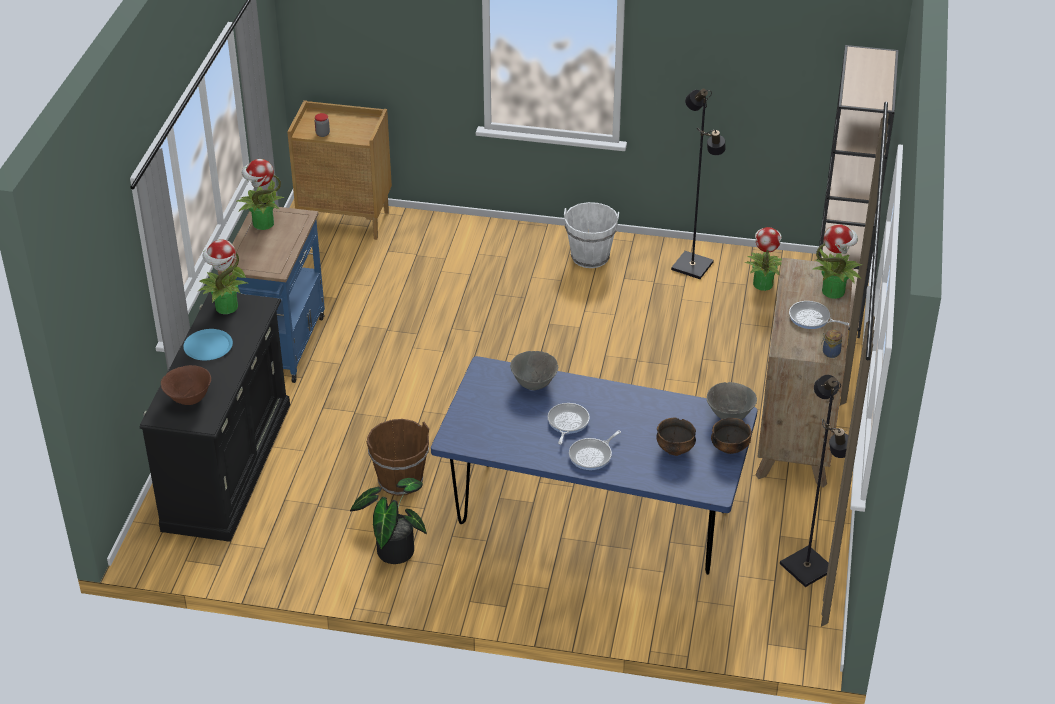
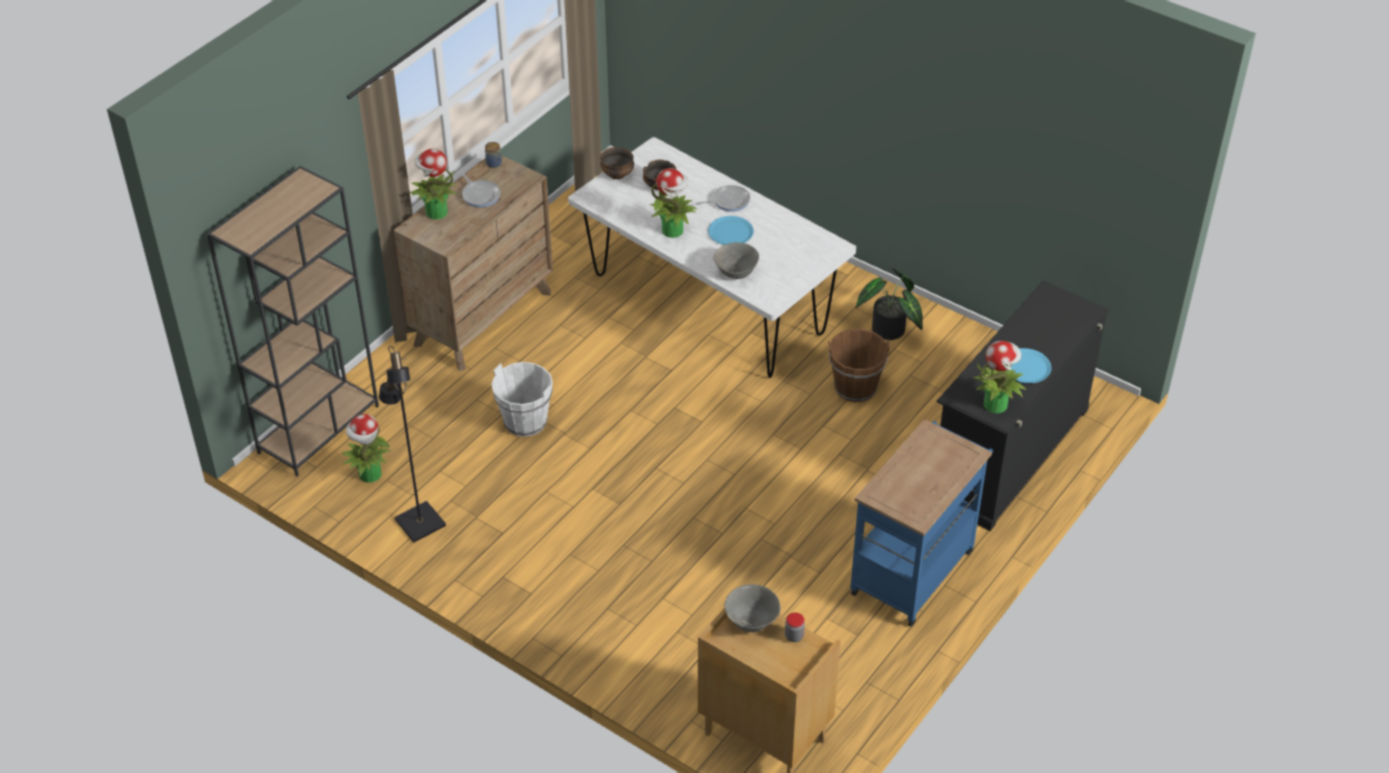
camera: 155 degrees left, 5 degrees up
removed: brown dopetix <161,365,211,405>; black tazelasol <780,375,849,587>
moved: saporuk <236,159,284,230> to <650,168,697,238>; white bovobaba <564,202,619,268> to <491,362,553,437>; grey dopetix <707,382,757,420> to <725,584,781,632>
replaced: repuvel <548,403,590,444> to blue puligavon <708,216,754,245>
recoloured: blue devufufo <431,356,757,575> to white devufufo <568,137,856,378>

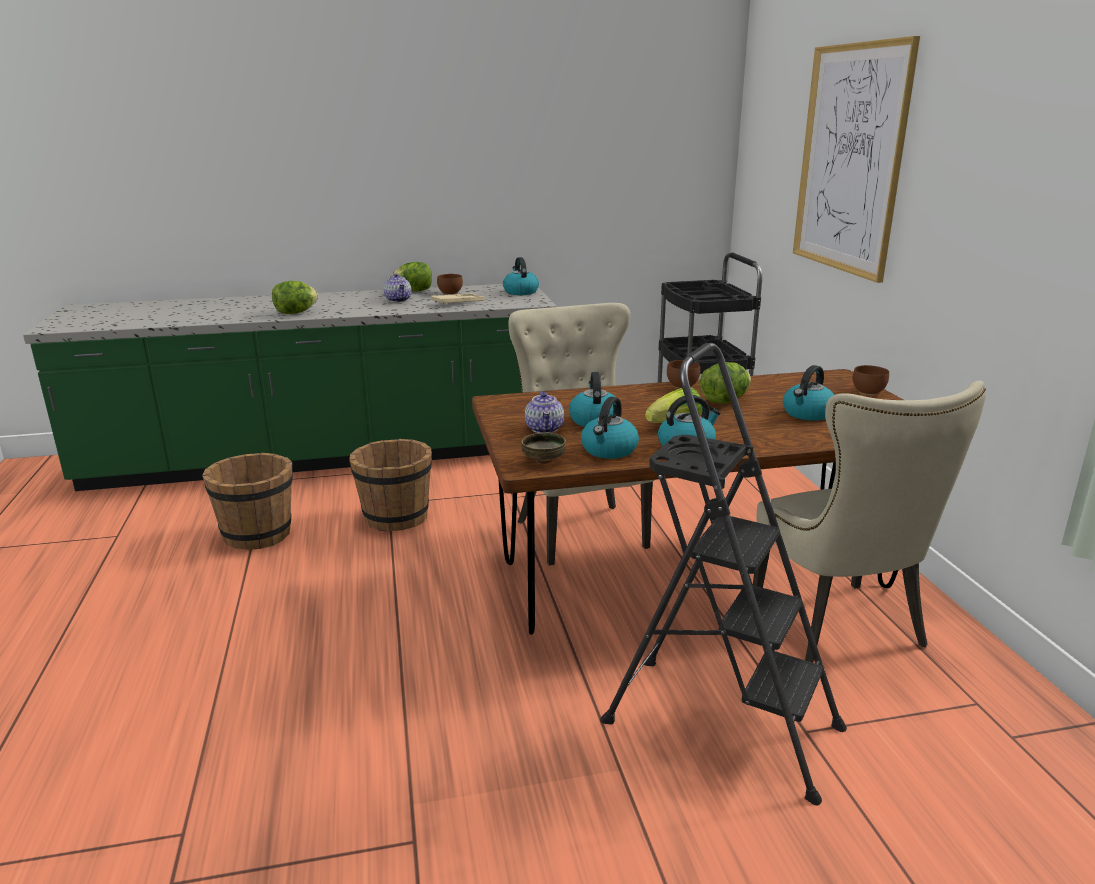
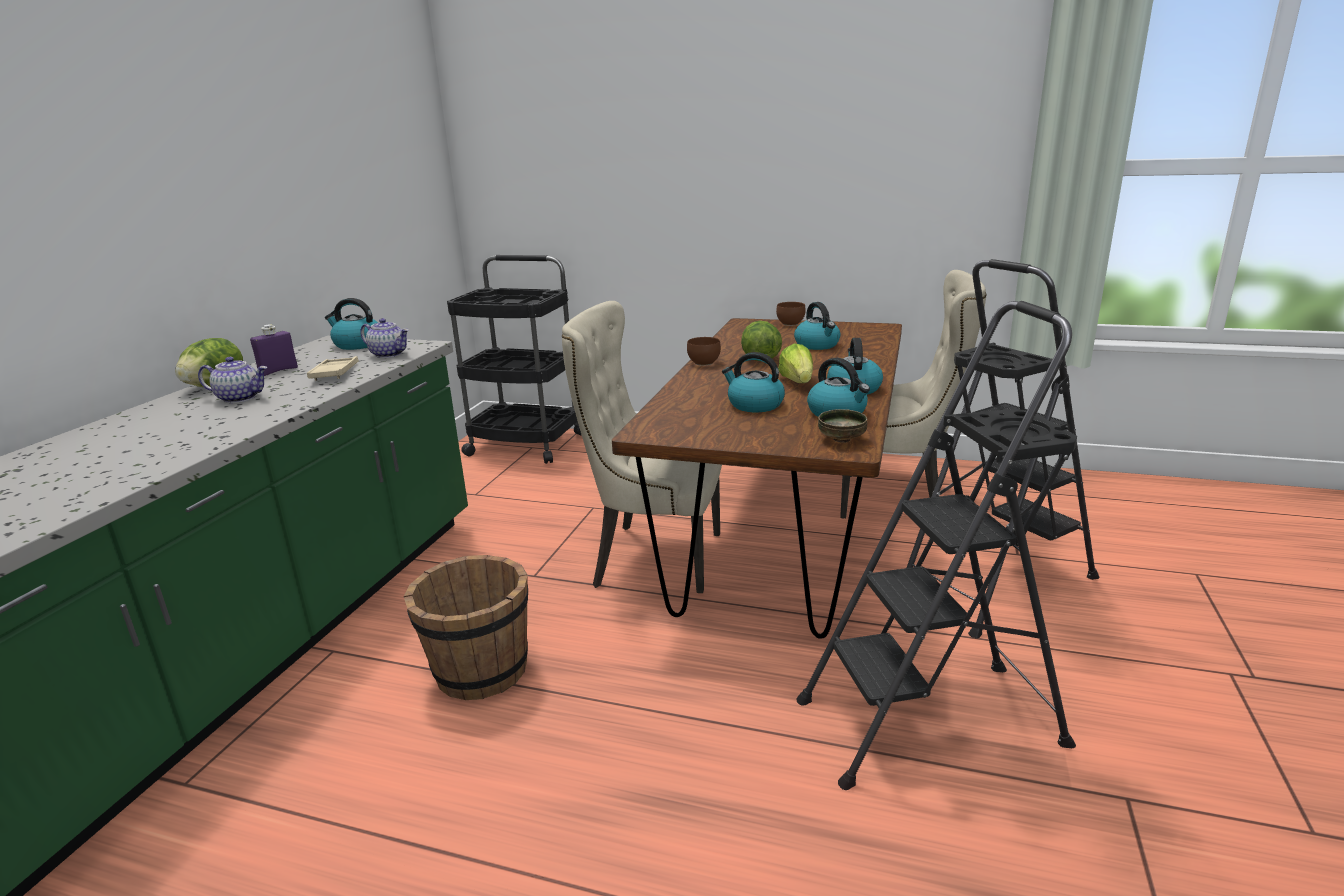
camera: 60 degrees left, 0 degrees up
removed: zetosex <793,36,920,283>; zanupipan <272,281,318,314>; brown bovobaba <202,453,293,550>
added: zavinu <796,301,1077,790>
moved: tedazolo <525,391,564,433> to <360,318,409,358>
replaced: brown dopetix <437,274,463,295> to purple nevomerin <250,324,298,376>

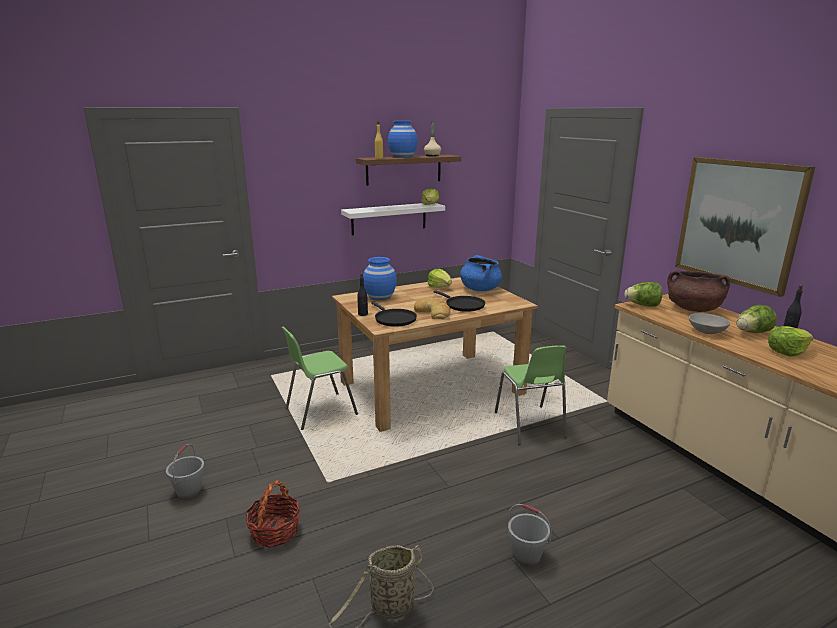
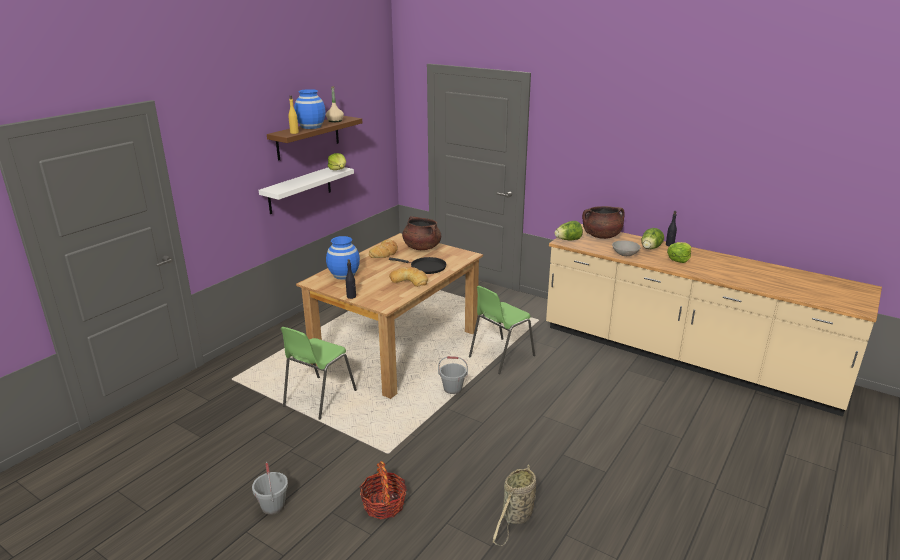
camera: 30 degrees left, 5 degrees up
removed: zetosex <675,157,815,297>; black repuvel <371,302,417,327>
moved: grey bovobaba <508,504,552,566> to <438,356,468,394>
replaced: zanupipan <428,269,452,288> to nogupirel <369,239,398,258>
recoloured: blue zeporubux <460,255,502,291> to brown zeporubux <402,216,441,250>
turned: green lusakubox <495,345,567,445> = <469,286,535,374> 90 degrees clockwise

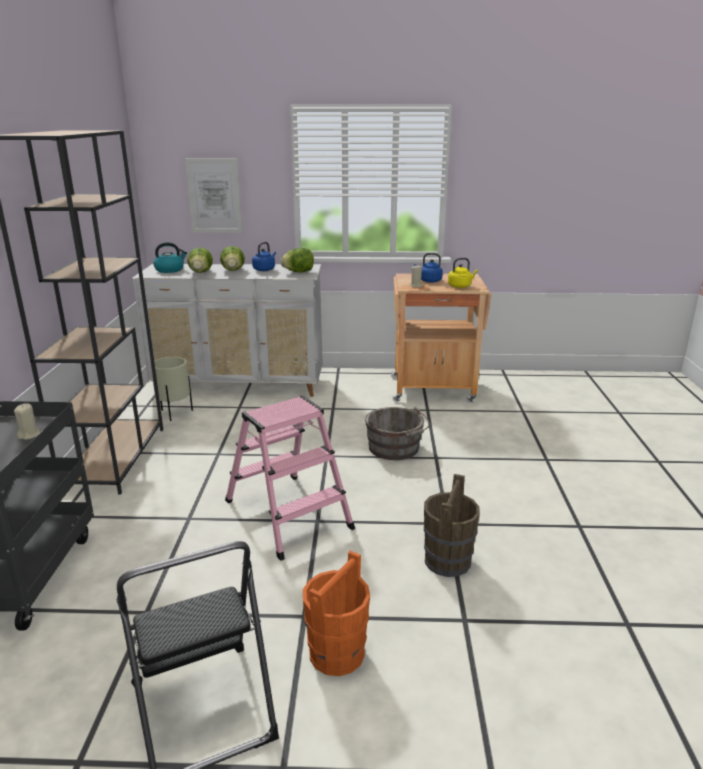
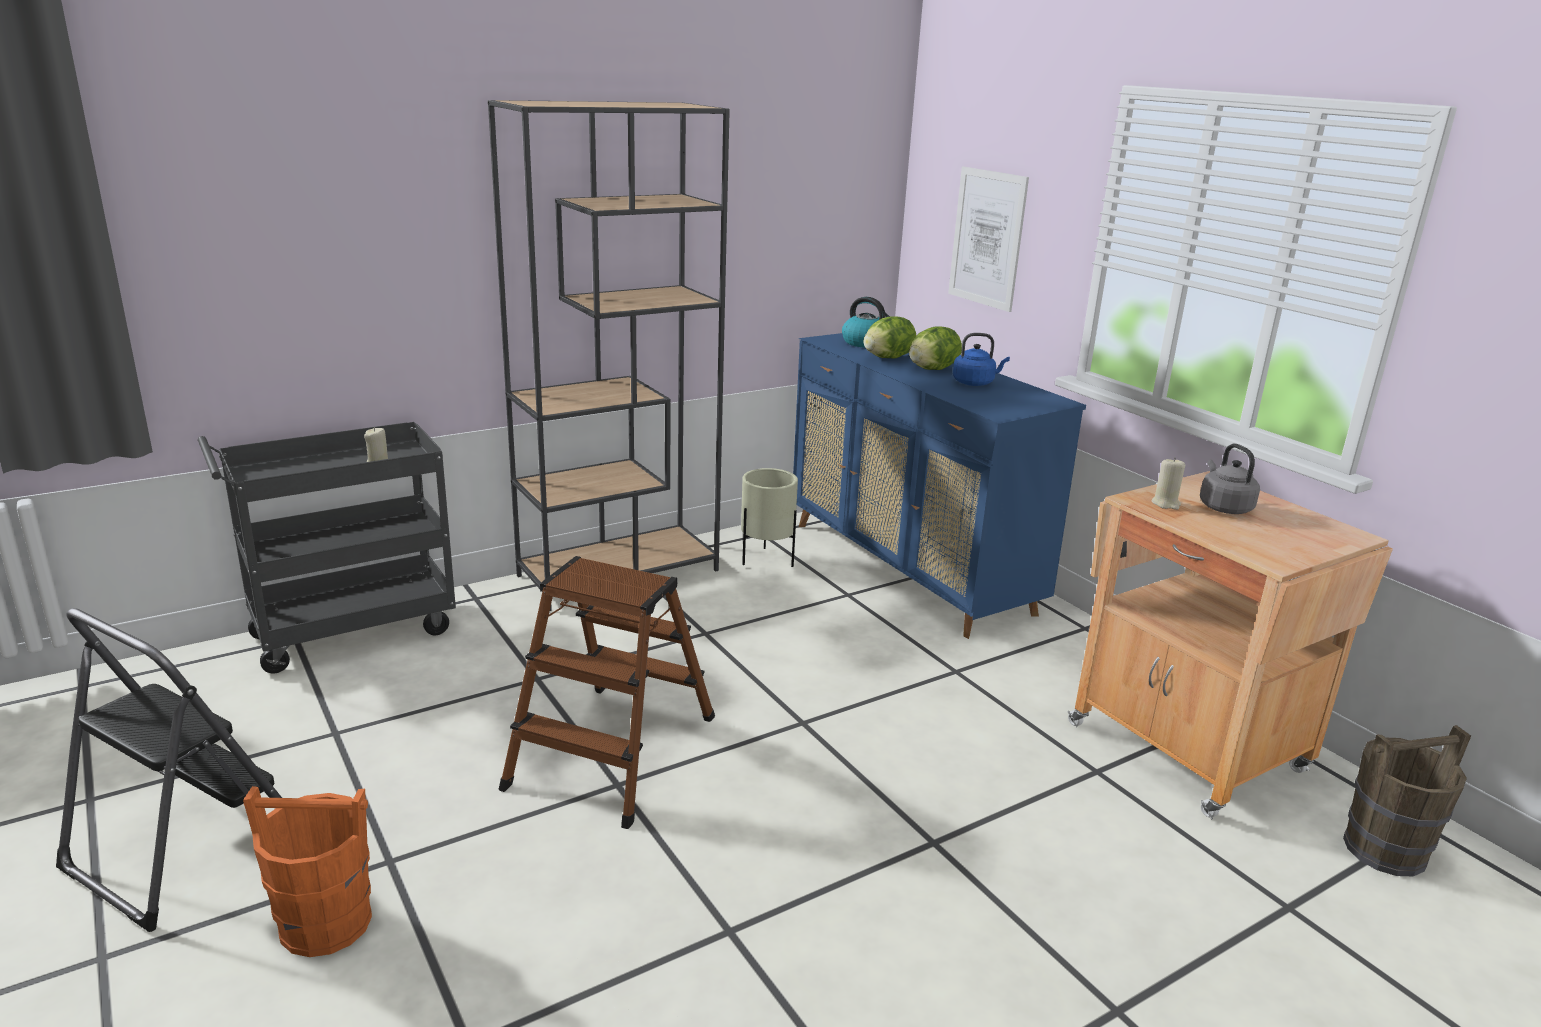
camera: 55 degrees right, 0 degrees up
removed: zanupipan <280,248,314,272>; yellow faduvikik <448,258,478,288>; grey bovobaba <365,407,430,460>
moved: brown bovobaba <424,474,480,577> to <1343,725,1471,876>
recoloured: blue faduvikik <414,253,443,283> to grey faduvikik <1200,444,1260,514>; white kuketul <132,264,323,397> to blue kuketul <793,333,1086,639>; pink zavinu <225,395,355,561> to brown zavinu <499,556,715,829>

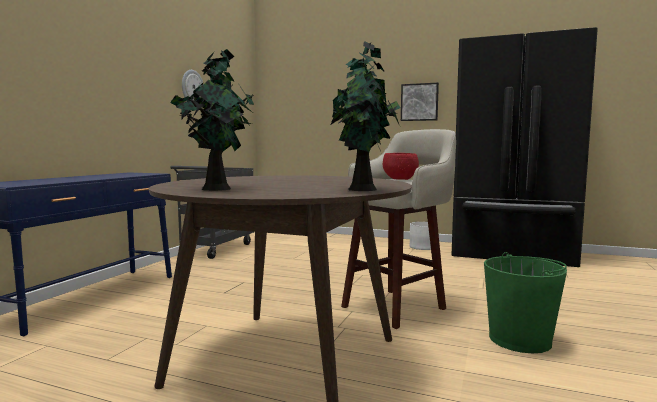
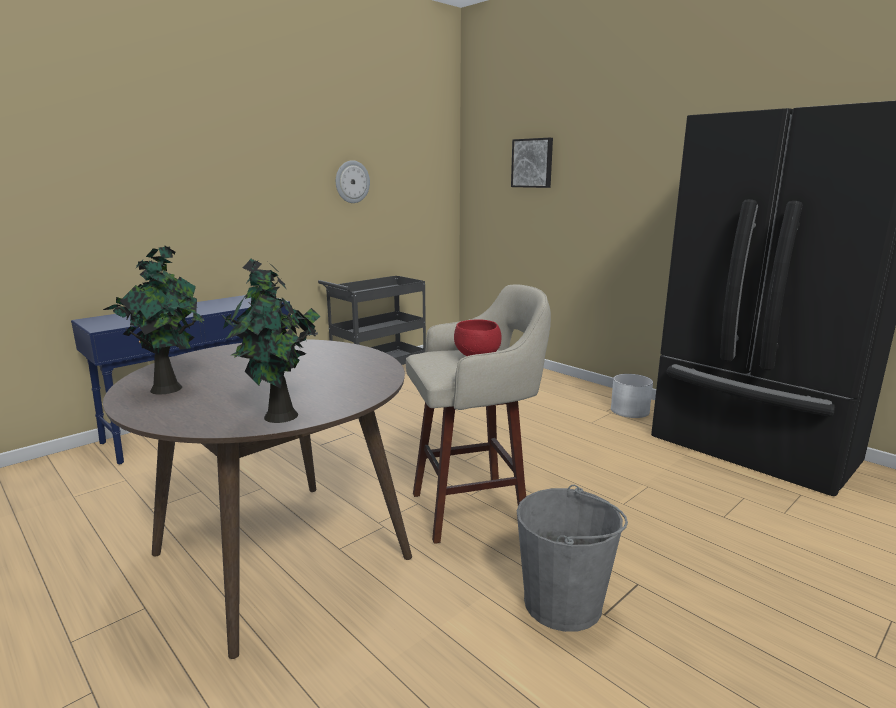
camera: 25 degrees right, 10 degrees up
moved: zetosex <401,83,439,121> to <511,138,553,188>
recoloured: green bovobaba <484,252,567,353> to grey bovobaba <517,485,628,632>

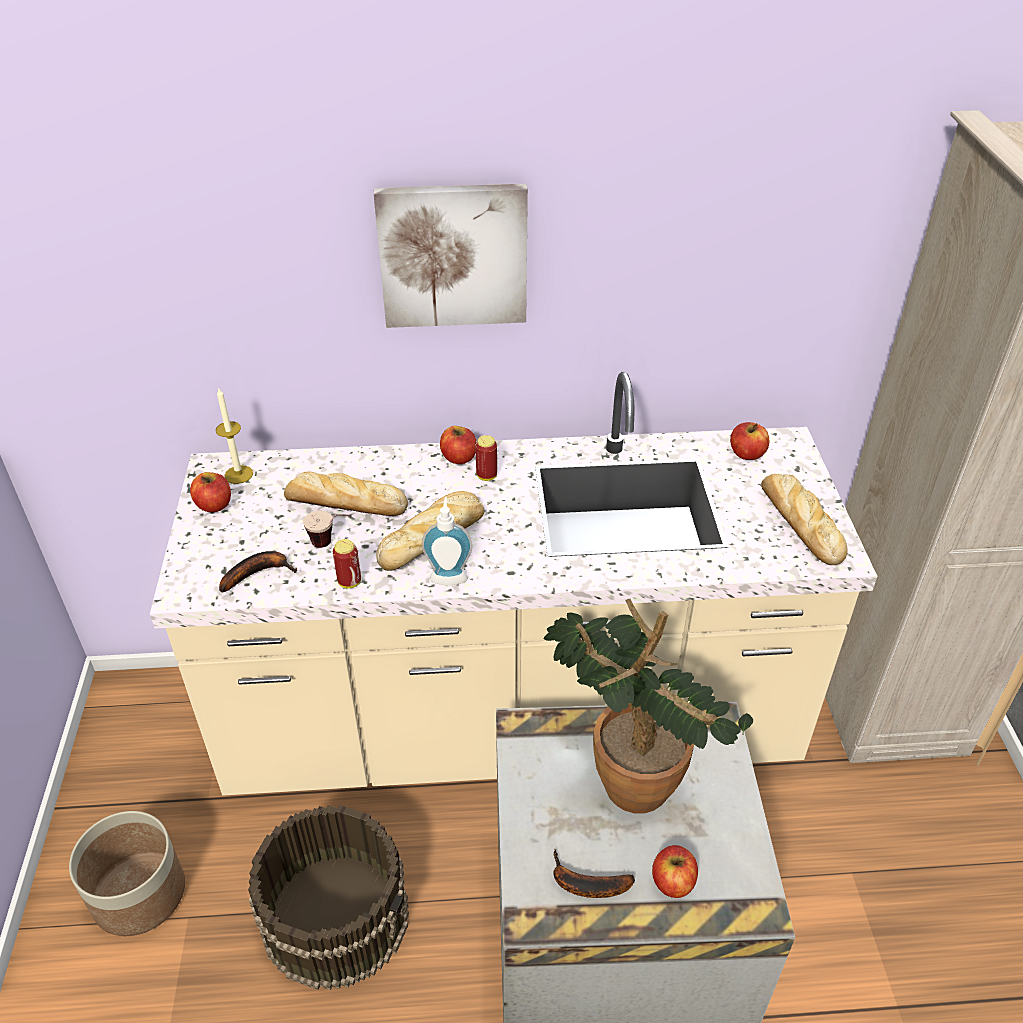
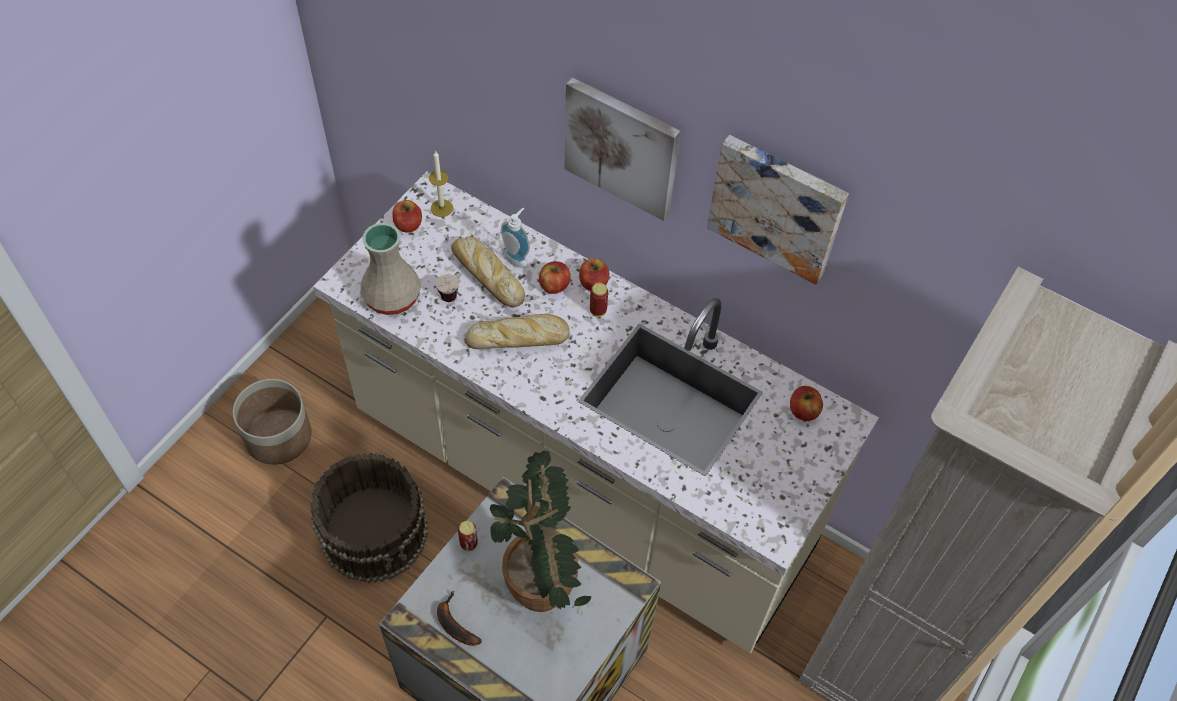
camera: 35 degrees right, 15 degrees up
removed: nogupirel <761,474,848,565>
added: zetosex <707,135,849,284>
moved: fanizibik <421,497,473,586> to <501,208,530,268>; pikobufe <333,539,361,588> to <458,521,478,551>; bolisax <652,845,698,898> to <539,261,571,294>
replaced: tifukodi <219,551,297,592> to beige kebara <361,223,420,315>

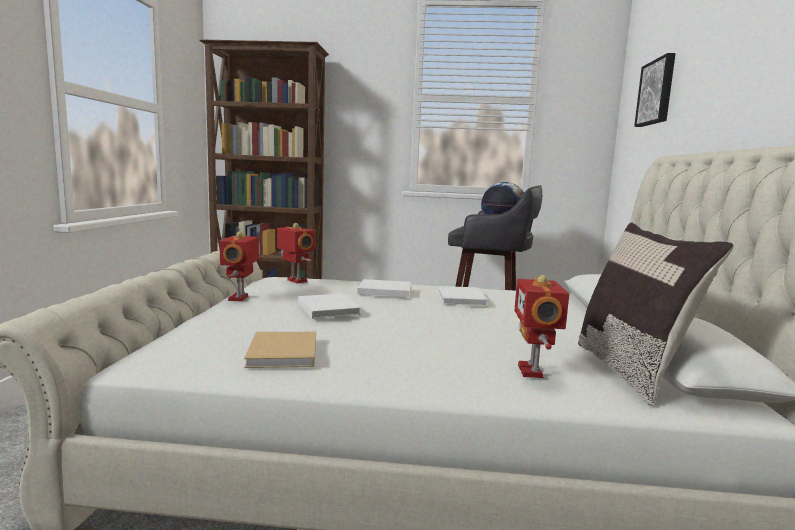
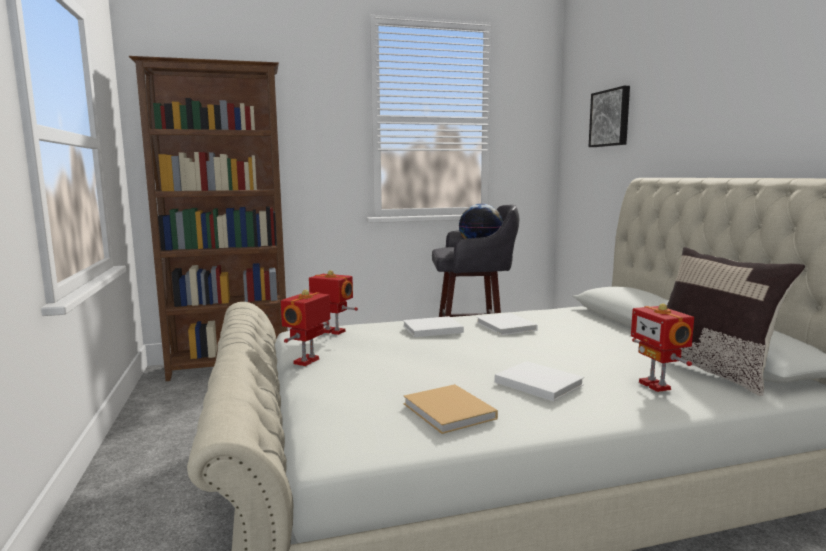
camera: 20 degrees left, 0 degrees up
moved: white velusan <298,293,361,319> to <495,361,584,401>
turned: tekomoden <219,231,259,301> = <281,289,330,366> 45 degrees clockwise

